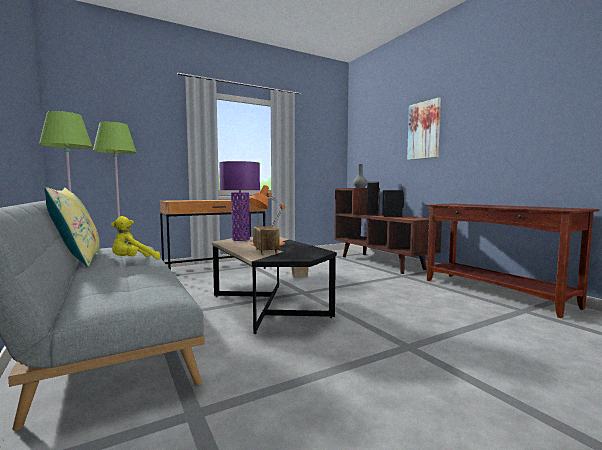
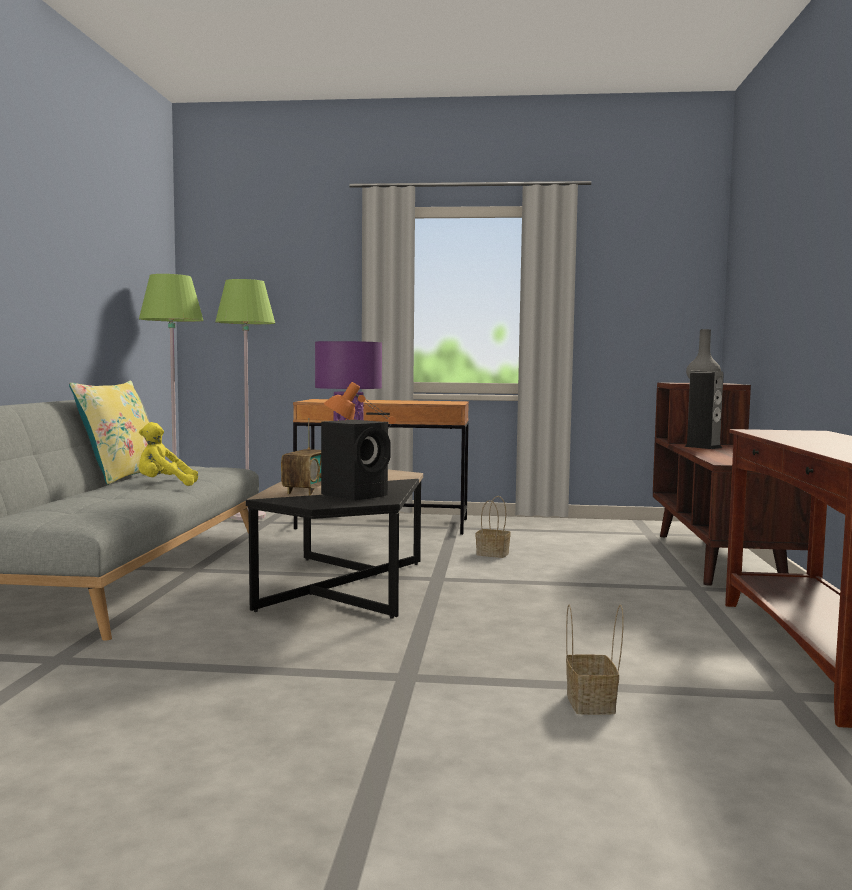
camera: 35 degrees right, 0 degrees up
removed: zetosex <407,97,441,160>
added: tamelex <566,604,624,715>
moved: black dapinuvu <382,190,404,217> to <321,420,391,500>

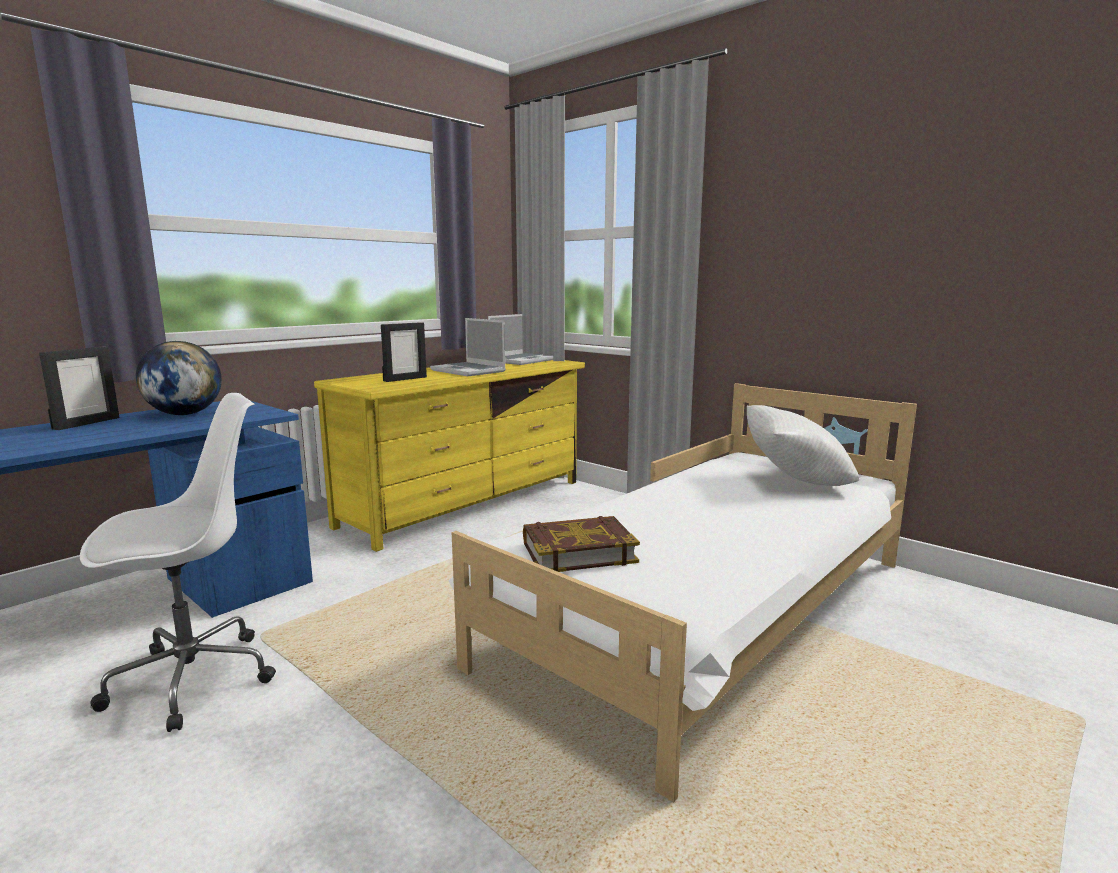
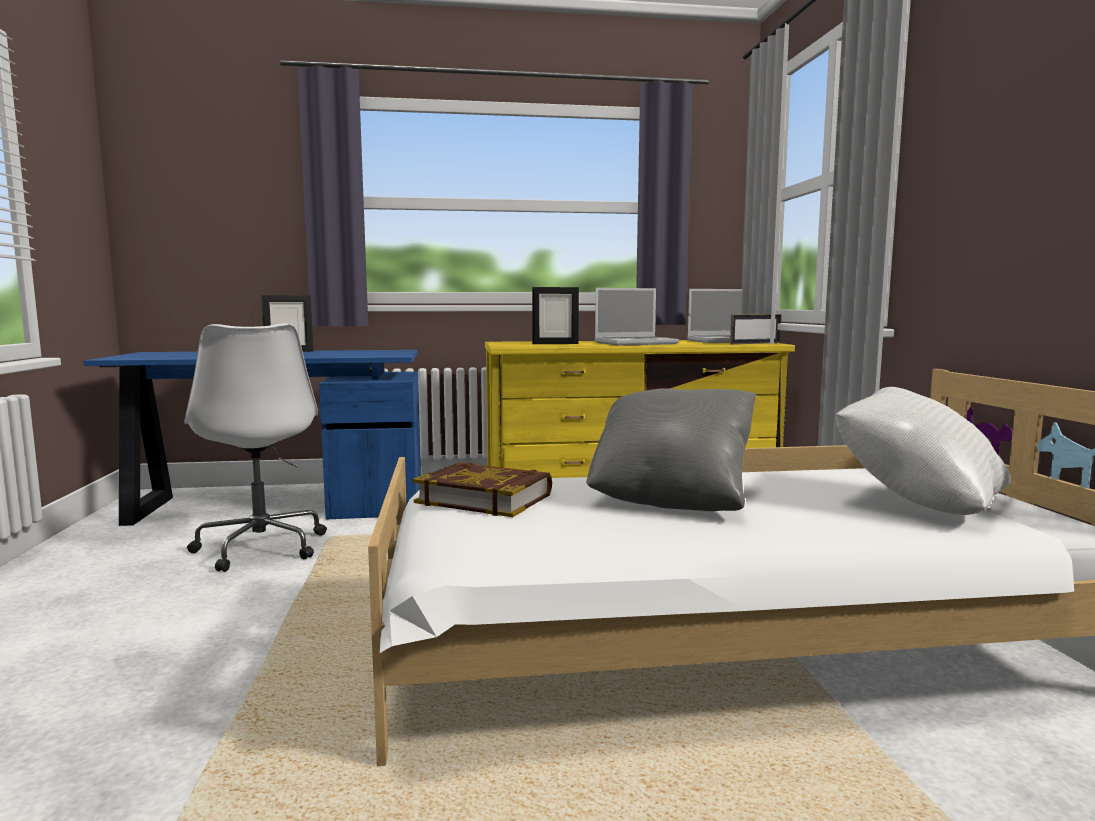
camera: 40 degrees right, 5 degrees down
removed: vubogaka <136,341,222,415>
added: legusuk <730,314,782,345>; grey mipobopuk <586,388,757,511>
turned: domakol <430,318,506,376> = <595,288,679,345> 105 degrees counterclockwise; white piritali <80,393,276,732> = <184,323,327,572> 60 degrees clockwise

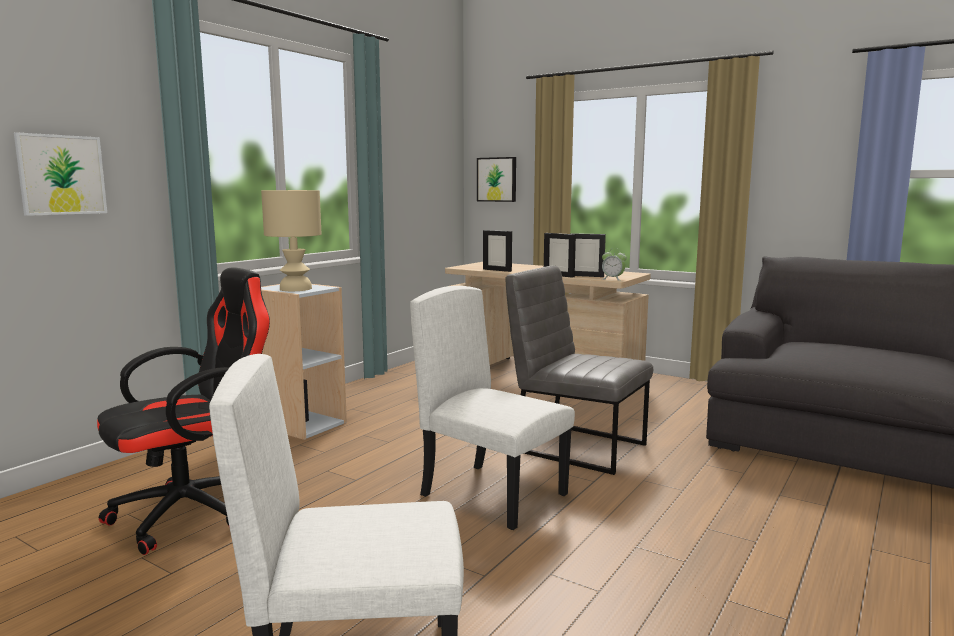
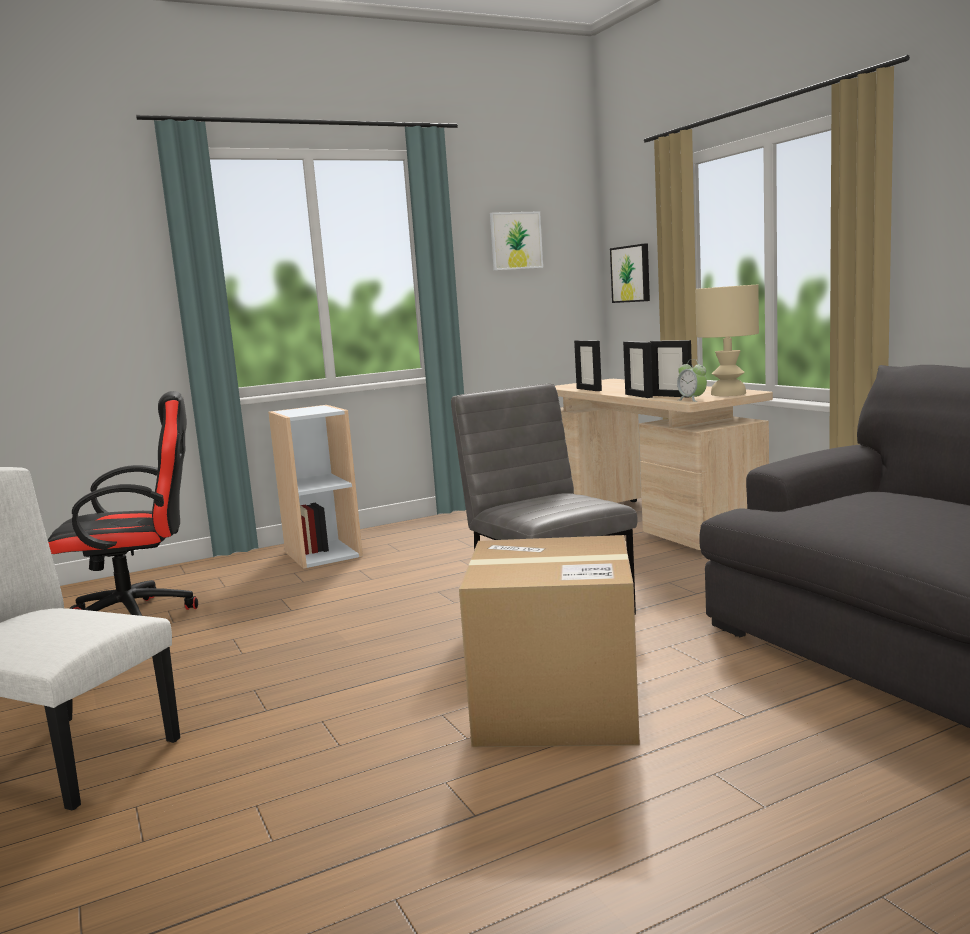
camera: 30 degrees right, 0 degrees up
removed: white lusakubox <410,286,575,530>
added: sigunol <459,535,640,747>
moved: zetosex <14,132,107,216> to <490,211,543,270>; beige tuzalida <261,190,321,291> to <695,285,759,396>

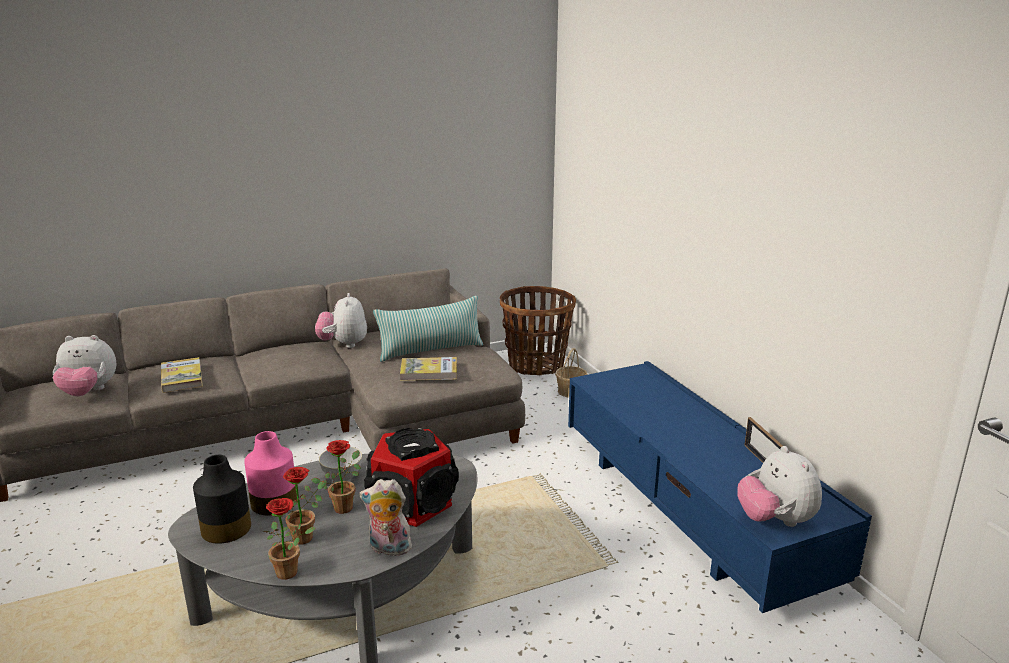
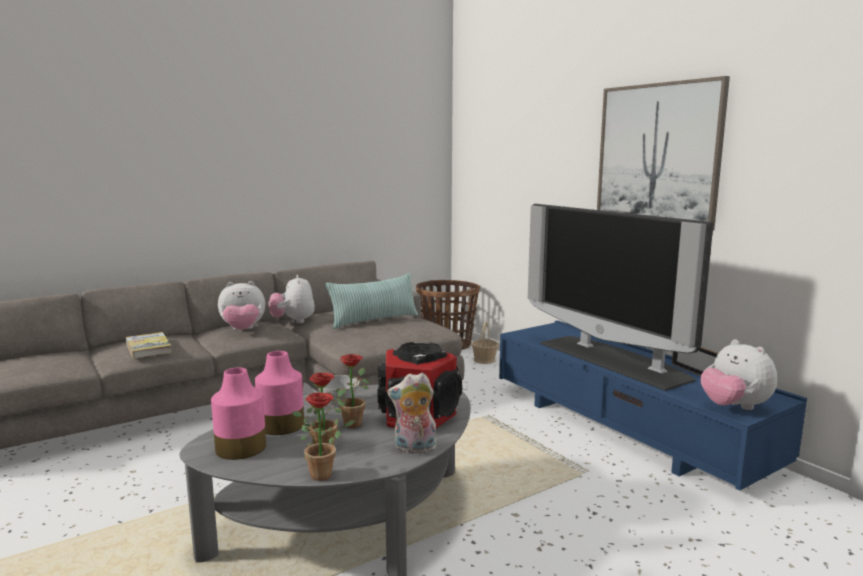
camera: 10 degrees left, 10 degrees down
removed: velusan <400,357,457,381>
added: zetosex <597,76,730,230>; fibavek <528,204,713,391>
moved: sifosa <53,335,116,396> to <218,281,265,330>
recoloured: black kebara <193,455,251,544> to pink kebara <211,367,266,460>

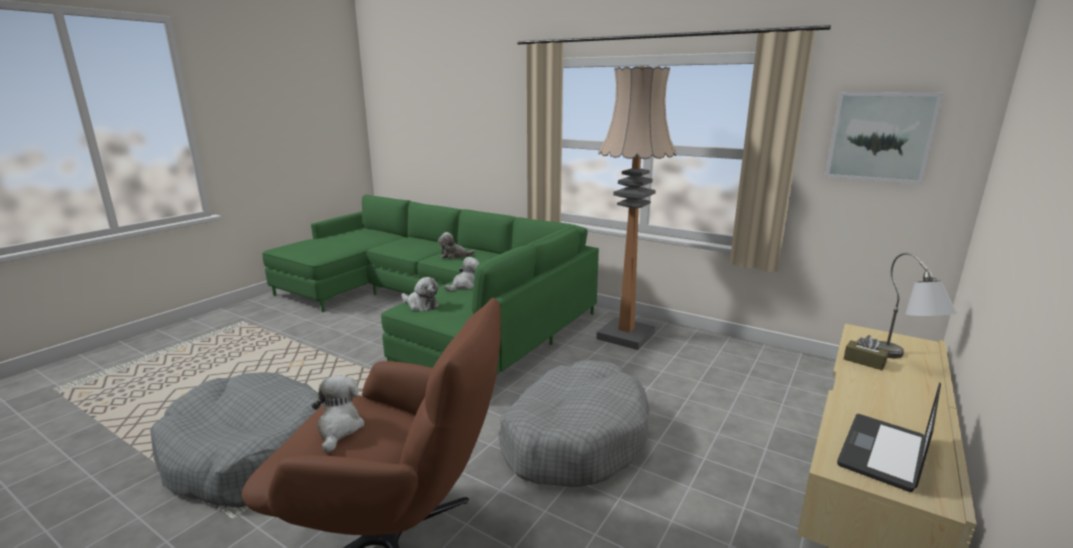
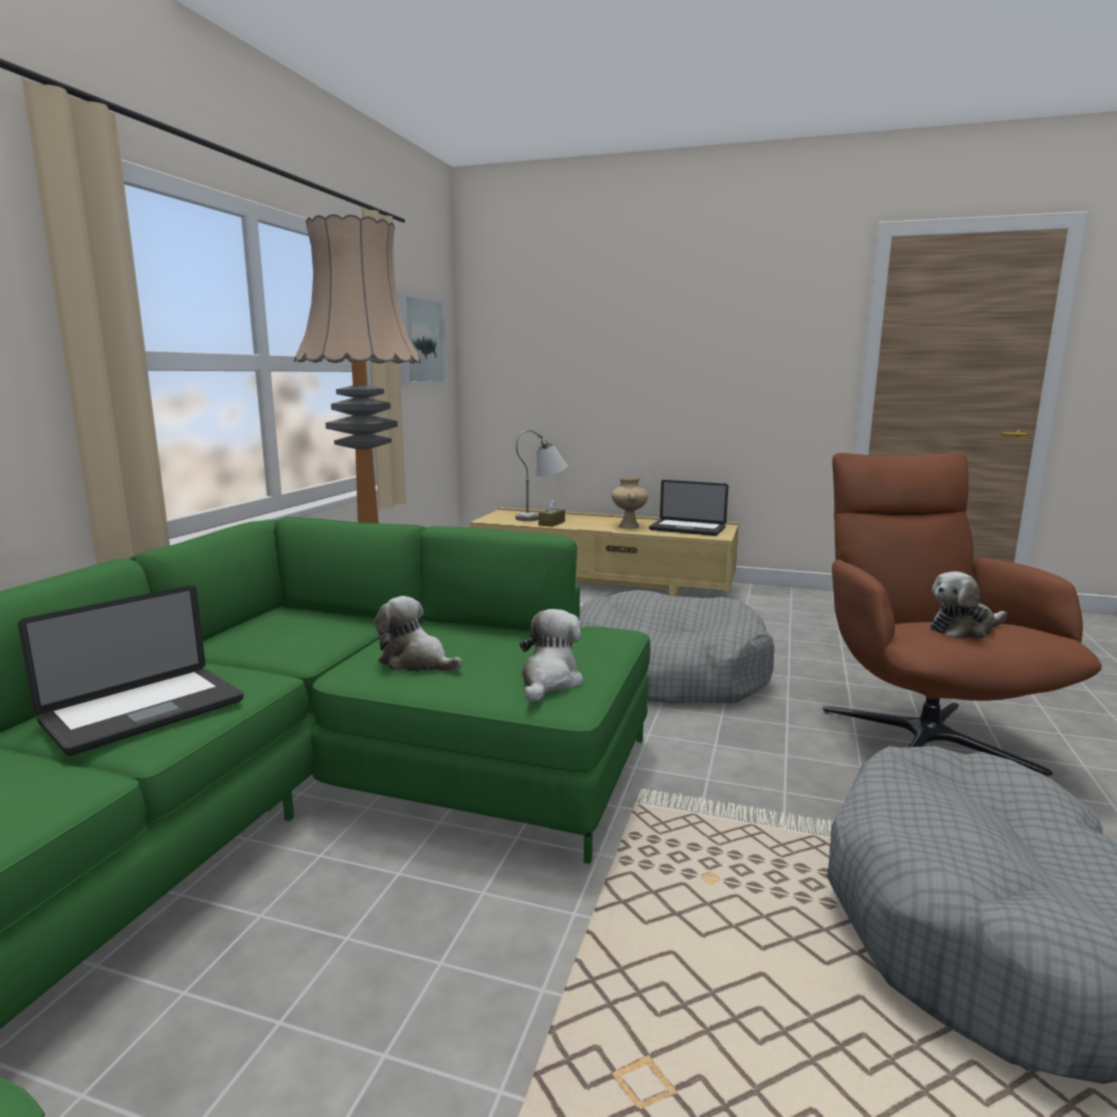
camera: 105 degrees left, 5 degrees down
added: beige kebara <611,478,648,528>
replaced: sifosa <438,232,475,259> to domakol <18,586,243,755>

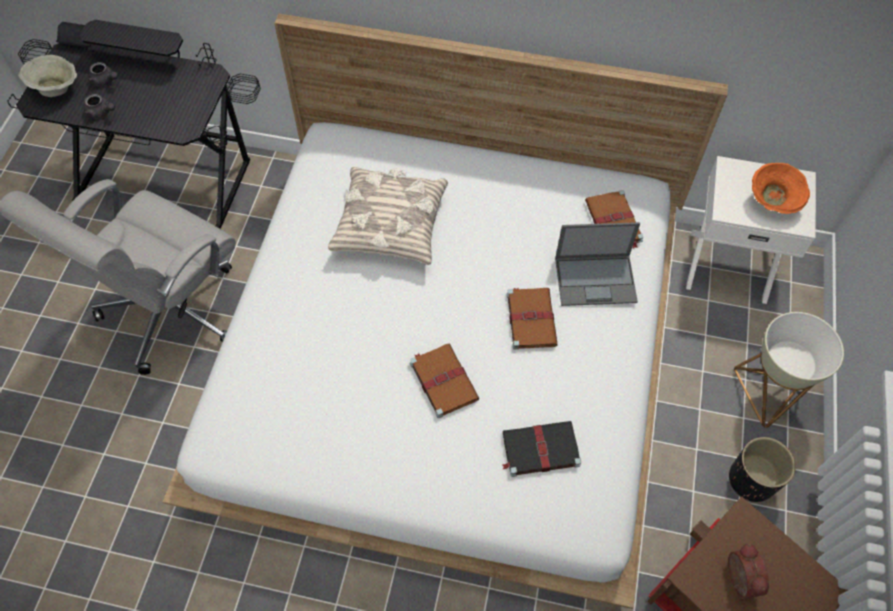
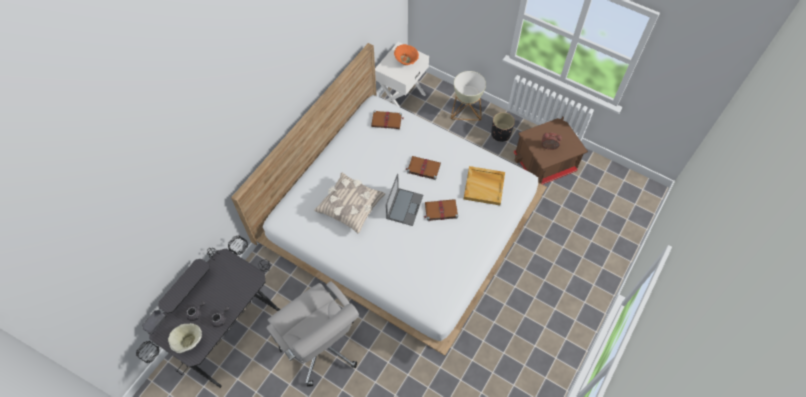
camera: 70 degrees left, 0 degrees up
moved: domakol <555,222,640,306> to <386,173,423,226>
replaced: black velusan <502,421,581,477> to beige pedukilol <464,166,505,205>

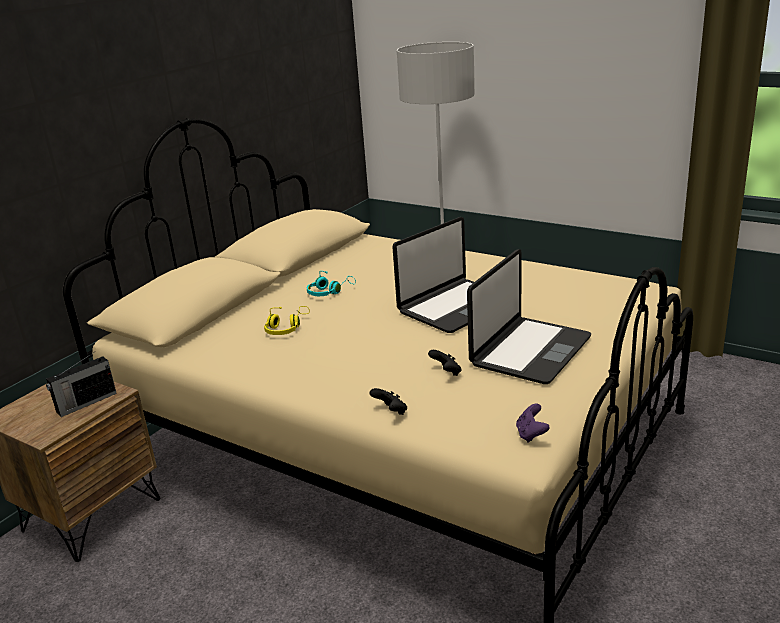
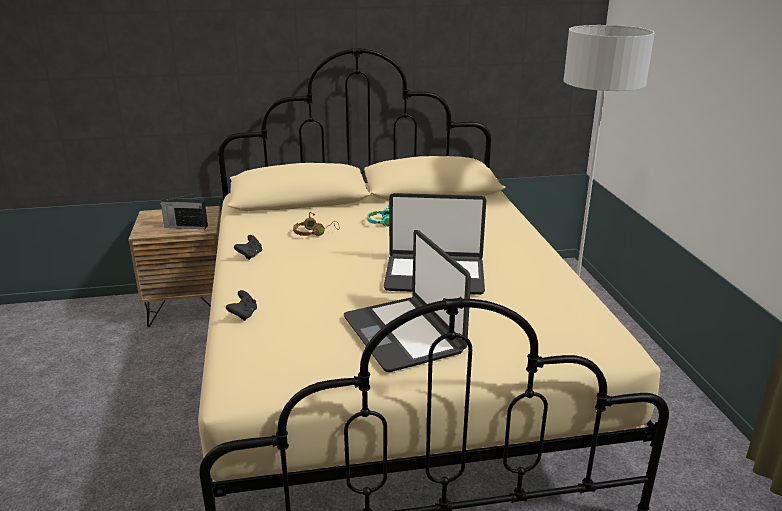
camera: 45 degrees right, 0 degrees up
removed: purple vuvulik <516,403,549,443>
moved: black vuvulik <428,350,461,376> to <234,235,262,260>
recoloured: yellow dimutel <264,306,310,335> to brown dimutel <293,212,339,236>
turned: domakol <467,249,591,384> = <344,230,471,372> 75 degrees clockwise

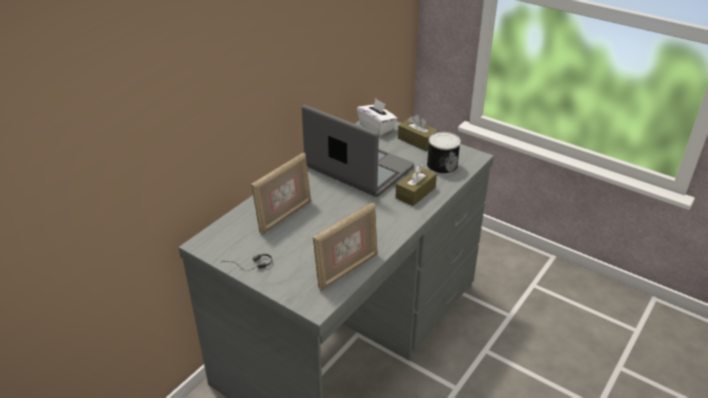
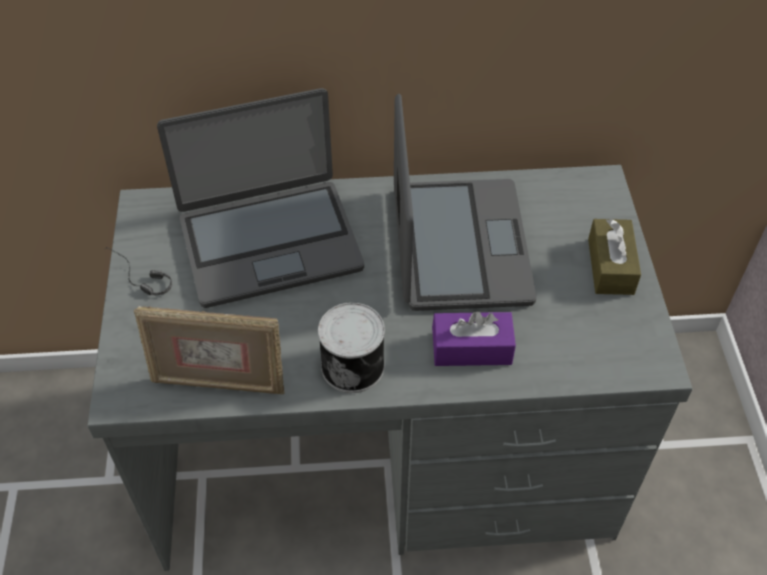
camera: 50 degrees right, 15 degrees up
removed: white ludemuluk <357,98,397,136>
moved: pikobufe <427,132,461,175> to <318,303,385,393>
replaced: legusuk <251,152,311,235> to domakol <157,88,364,308>
recoloured: brown ludemuluk <395,164,437,206> to purple ludemuluk <432,311,516,366>

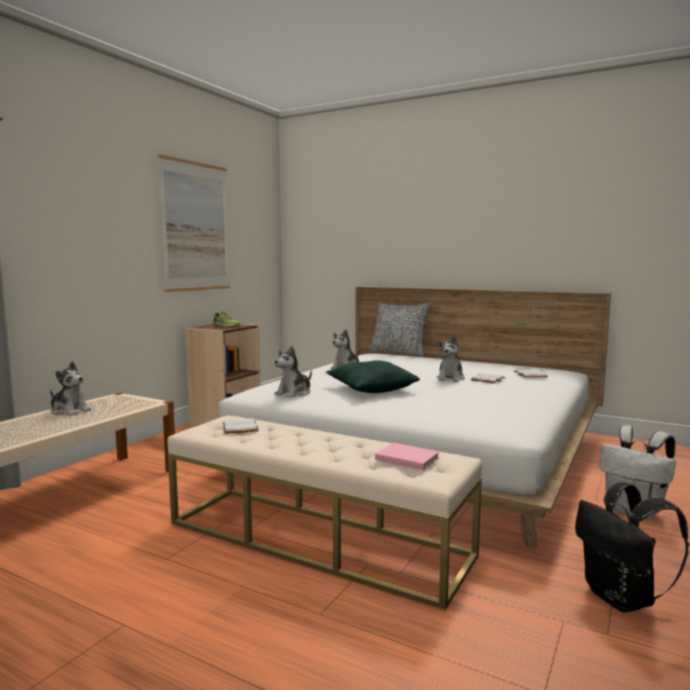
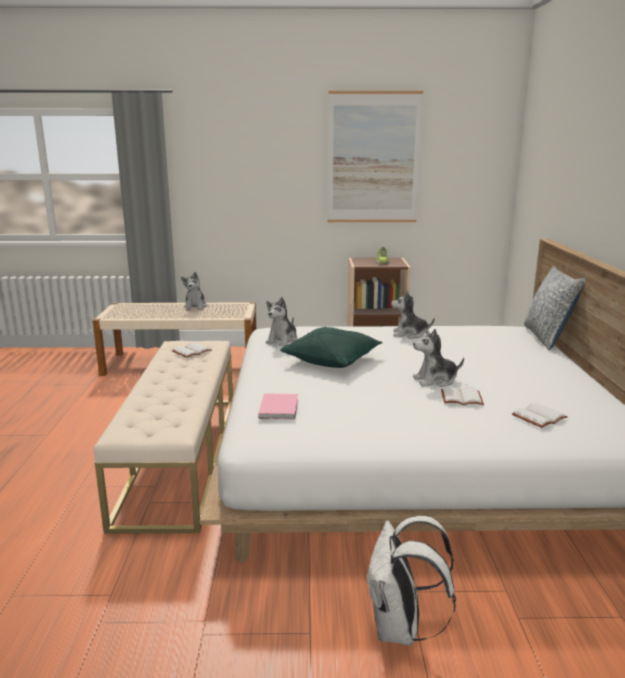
camera: 60 degrees right, 10 degrees up
removed: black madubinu <575,482,689,613>
moved: pink velusan <375,443,439,470> to <258,393,298,419>
turned: sifosa <274,346,312,398> = <266,297,298,346> 75 degrees counterclockwise

